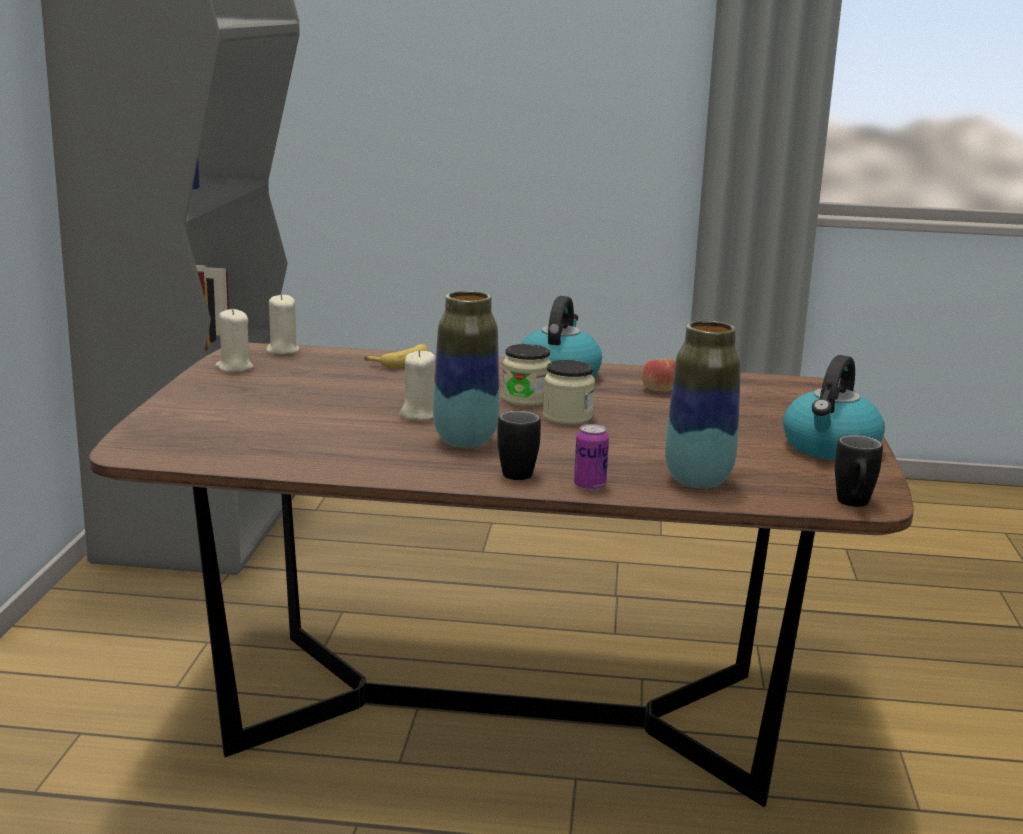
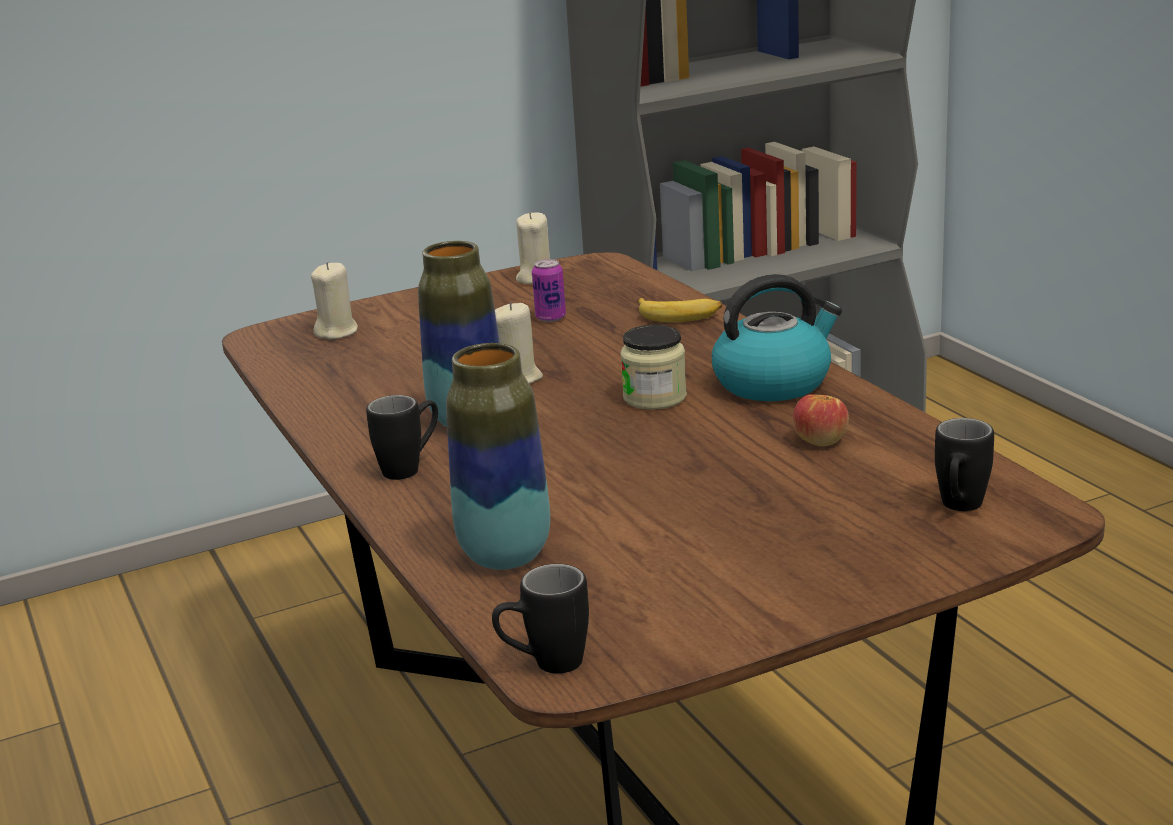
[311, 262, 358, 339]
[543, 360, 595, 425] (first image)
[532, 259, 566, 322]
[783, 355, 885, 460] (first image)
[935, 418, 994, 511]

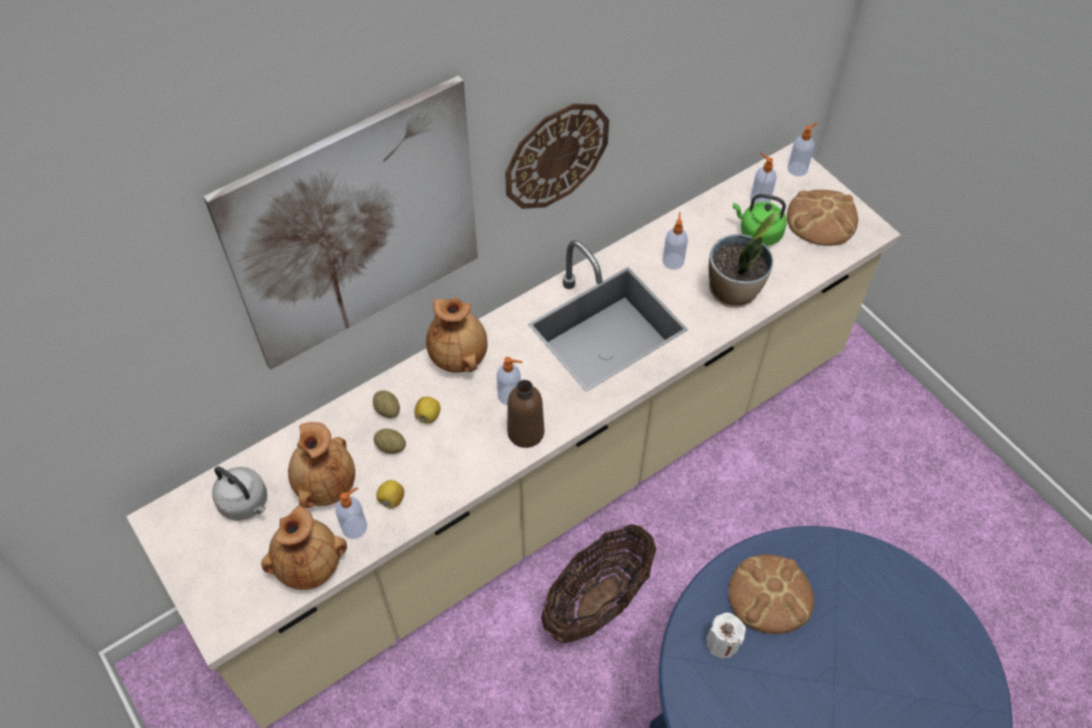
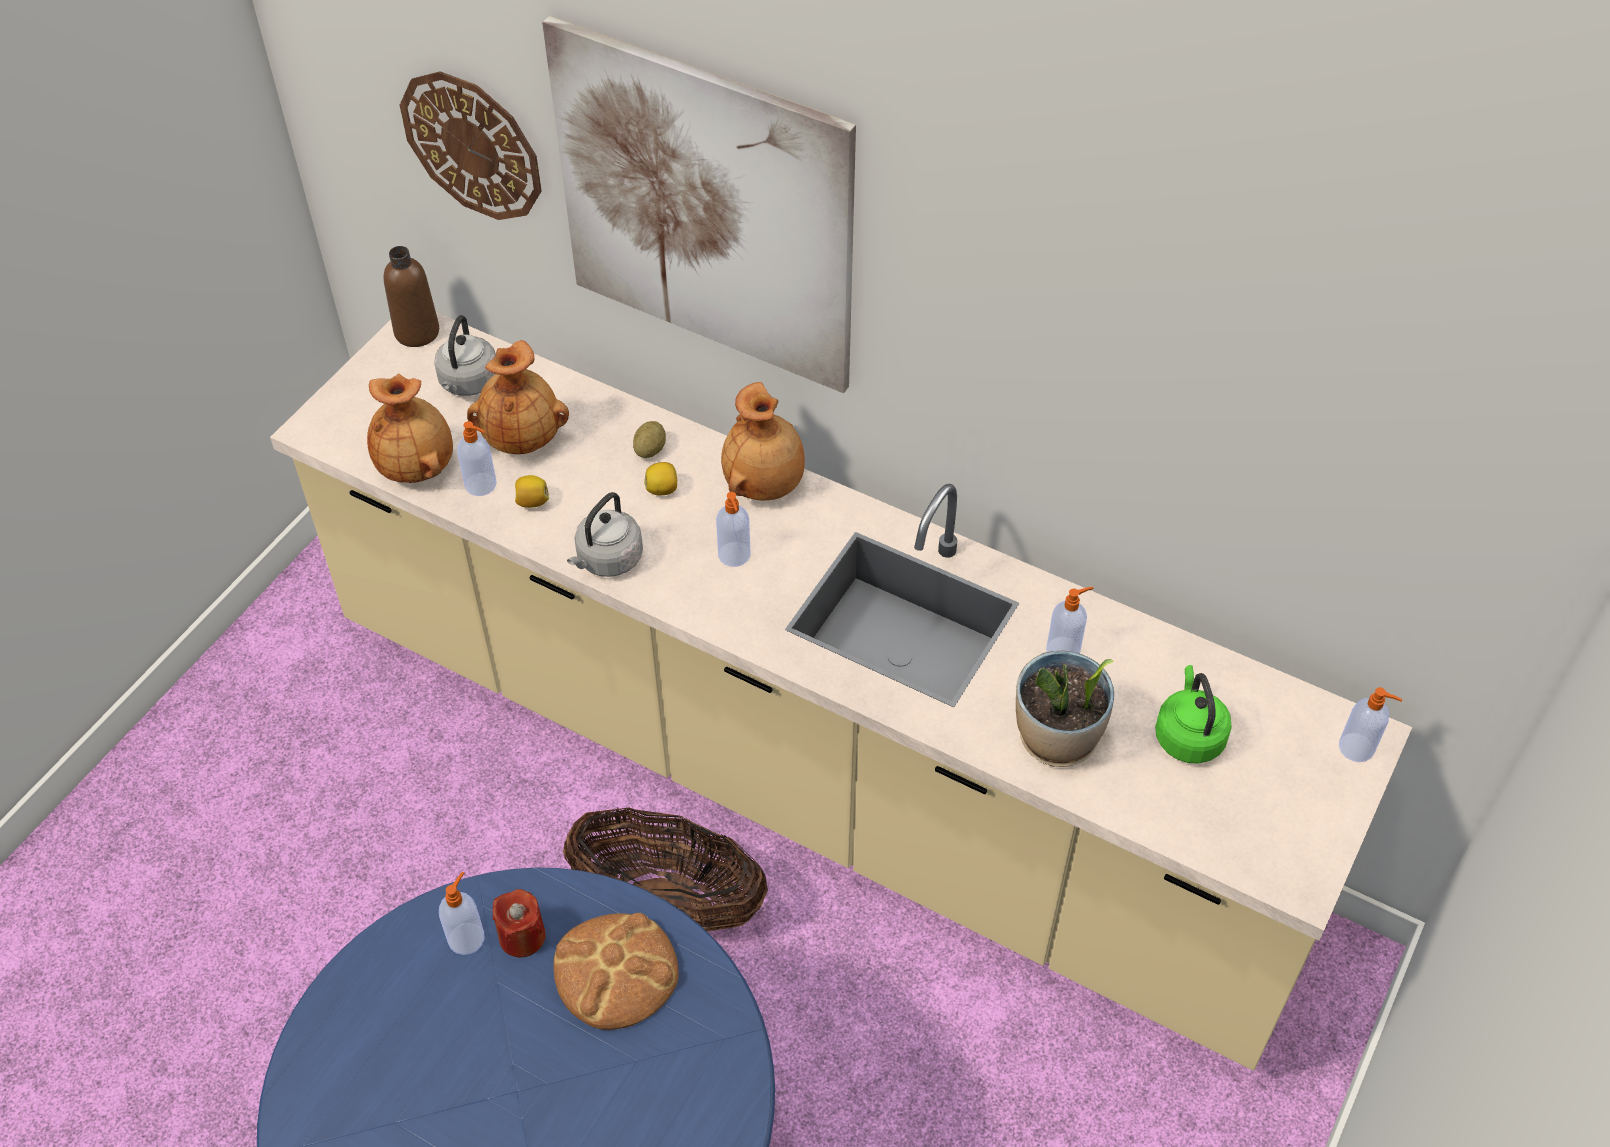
[374, 429, 406, 454] (first image)
[400, 71, 542, 220]
[384, 246, 439, 347]
[493, 889, 546, 957]
[439, 871, 484, 955]
[787, 190, 858, 246] (first image)
[567, 492, 643, 577]

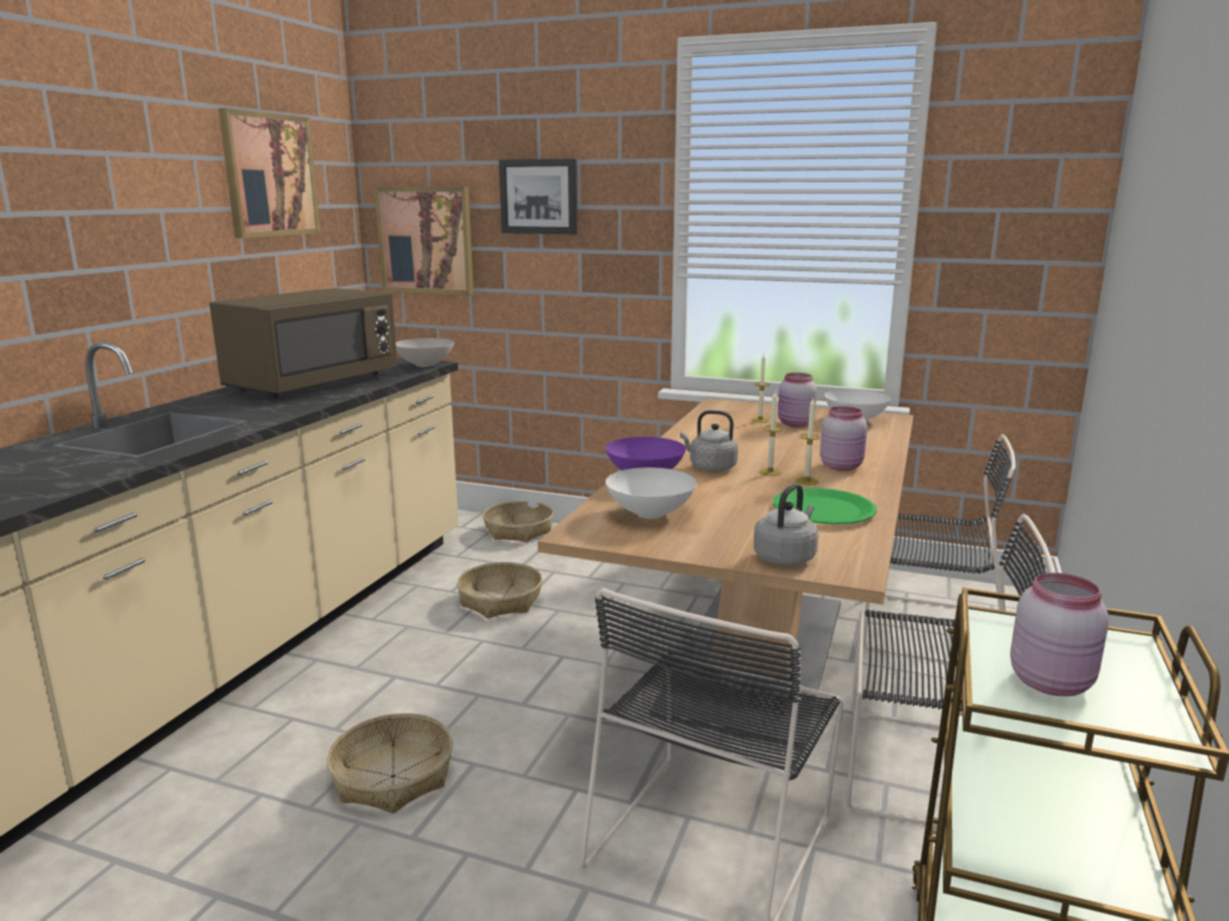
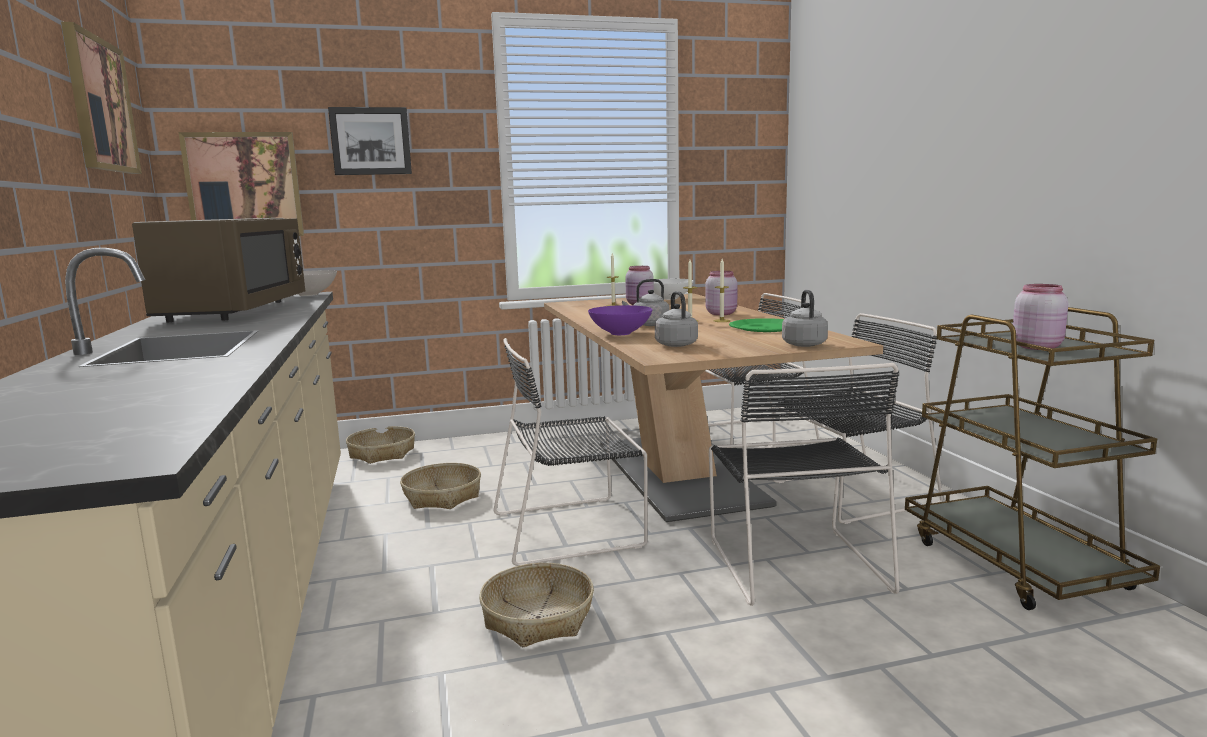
[655, 291, 698, 347]
[493, 338, 648, 566]

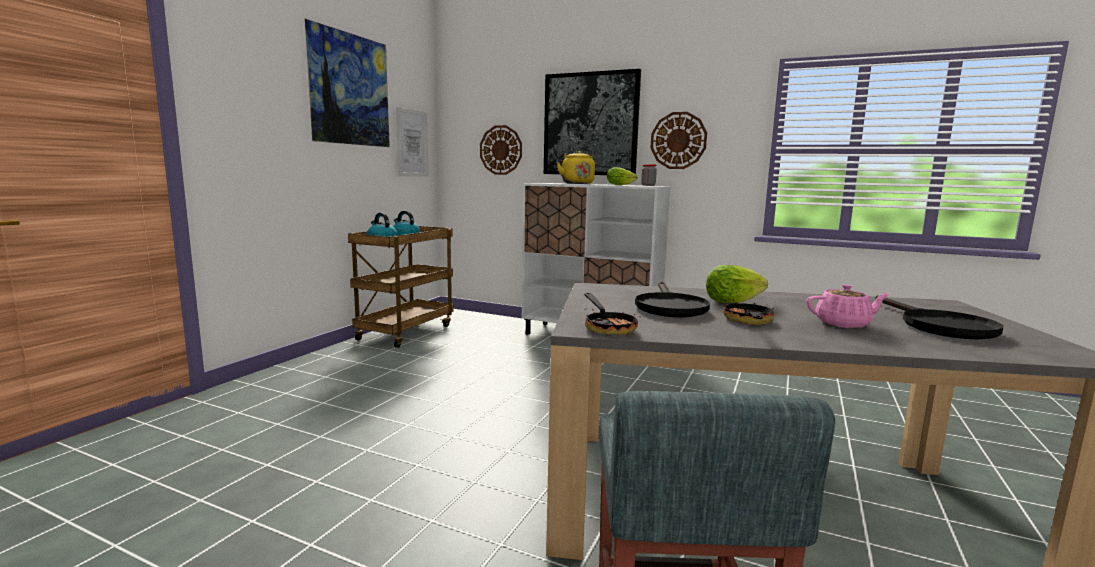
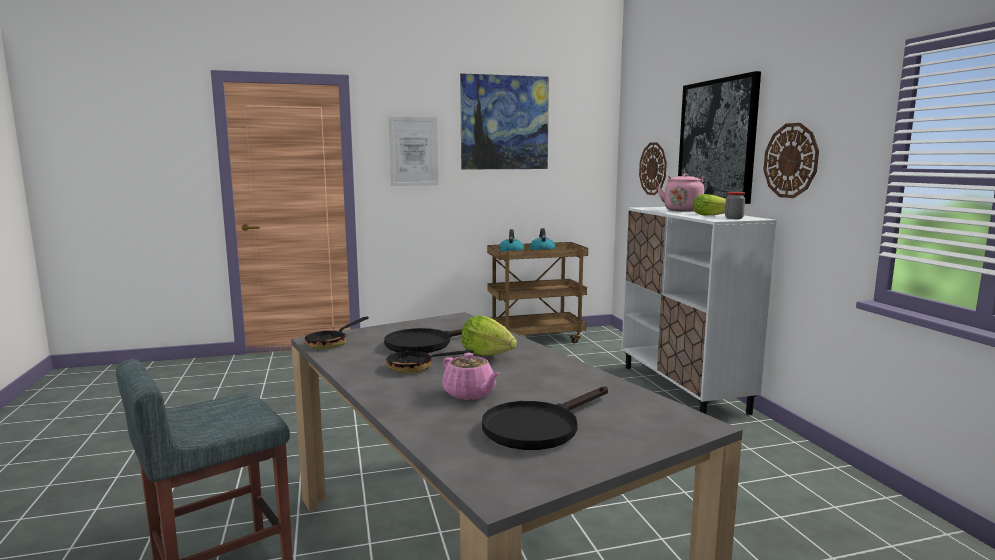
[389, 117, 438, 186]
[657, 173, 707, 212]
[385, 347, 474, 373]

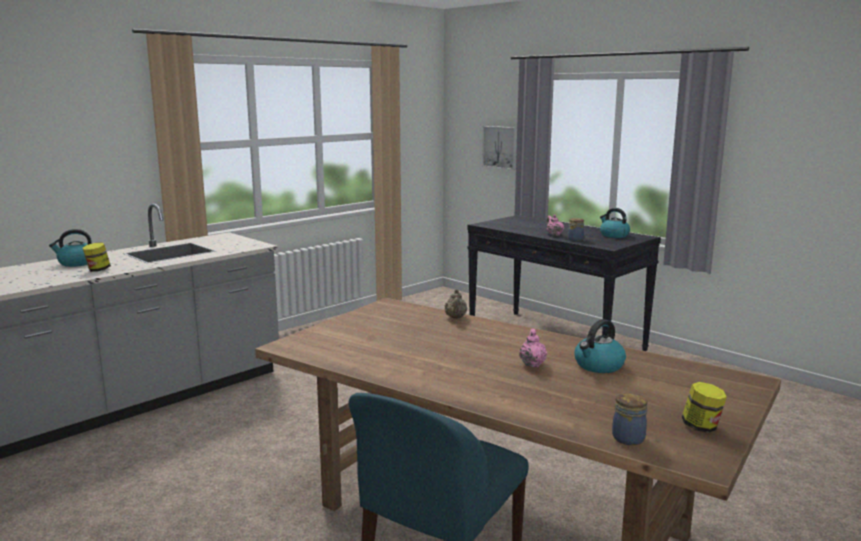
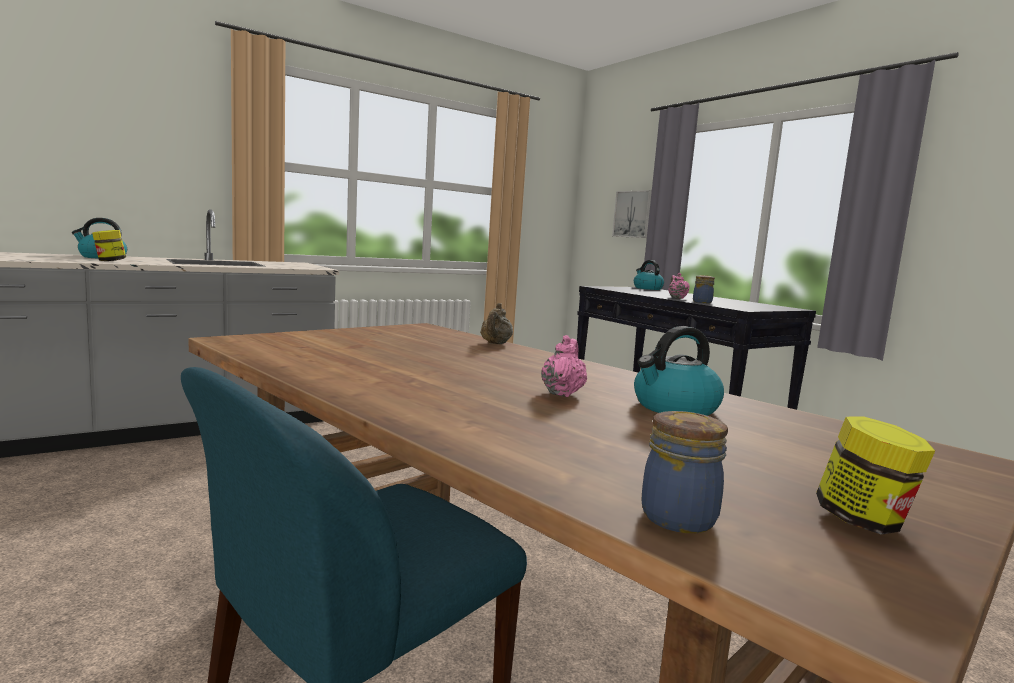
[634, 260, 664, 290]

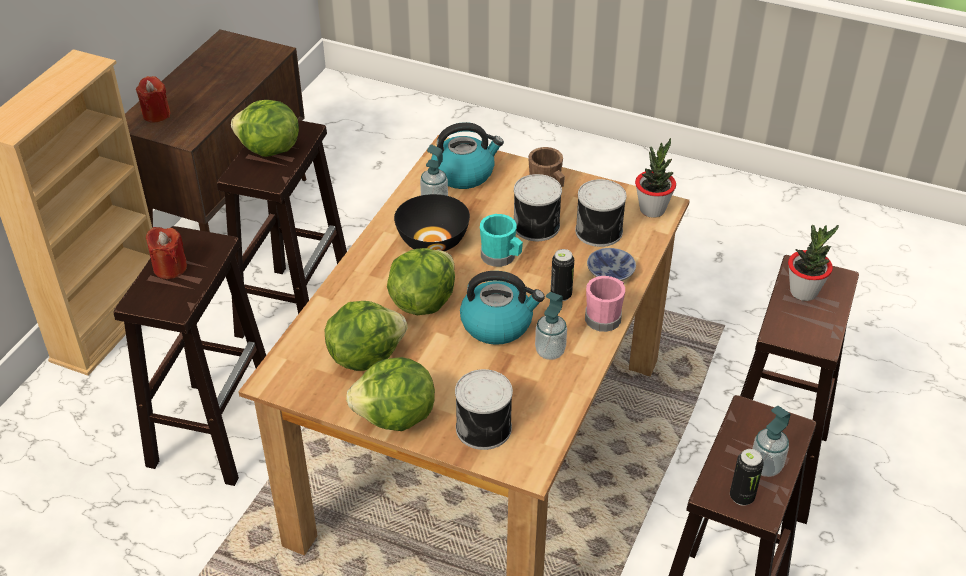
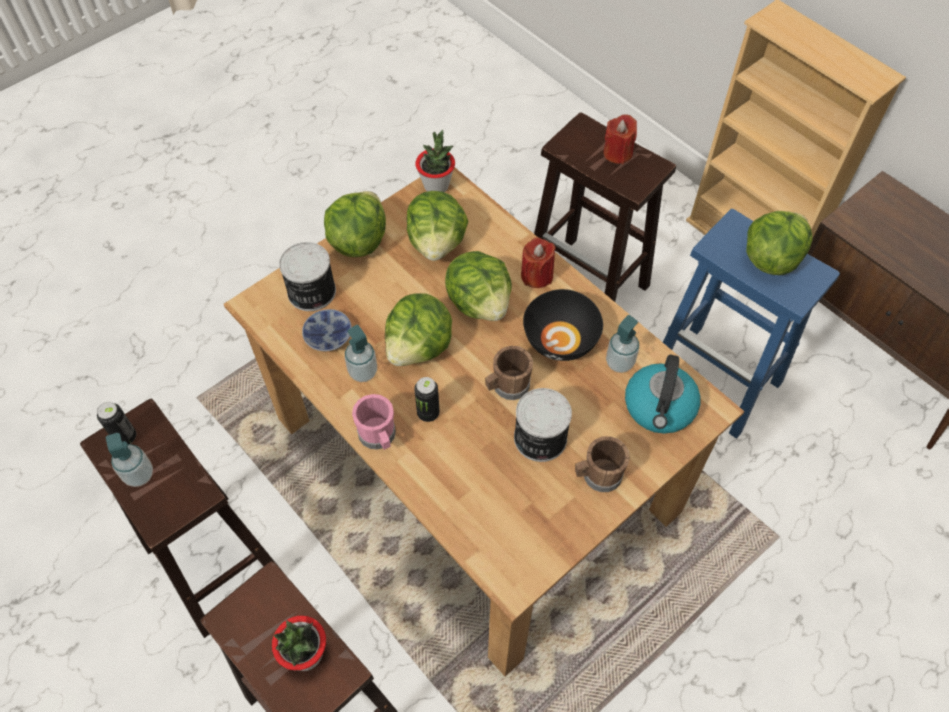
[521, 238, 556, 288]
[663, 209, 840, 439]
[385, 293, 452, 366]
[485, 346, 533, 400]
[575, 179, 626, 247] (first image)
[302, 309, 352, 351]
[415, 130, 455, 192]

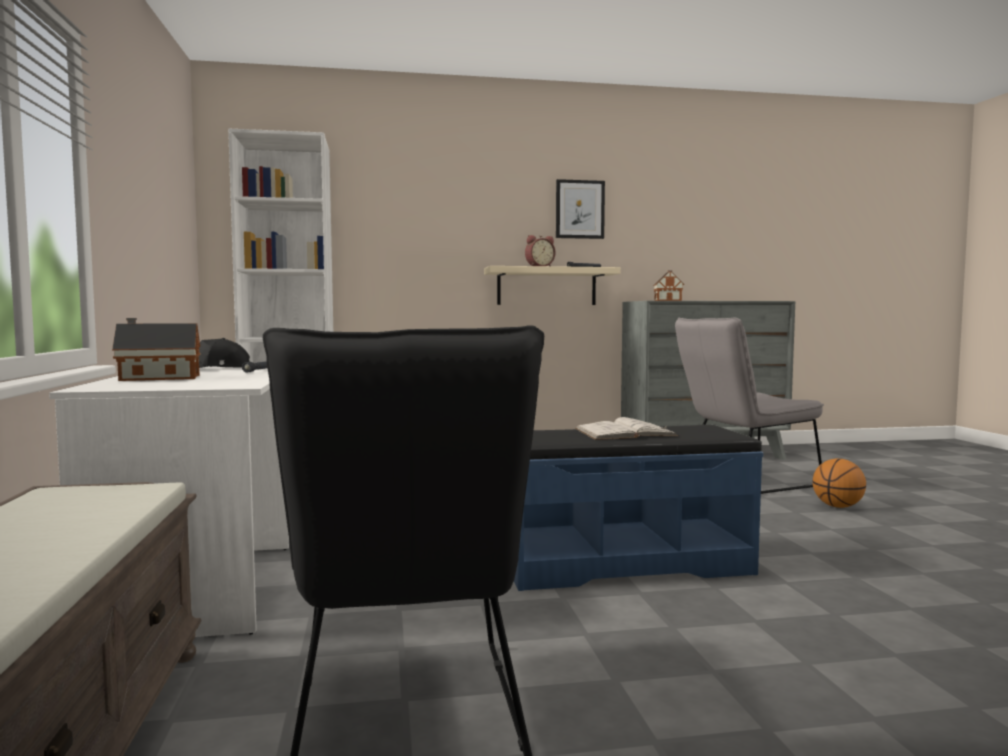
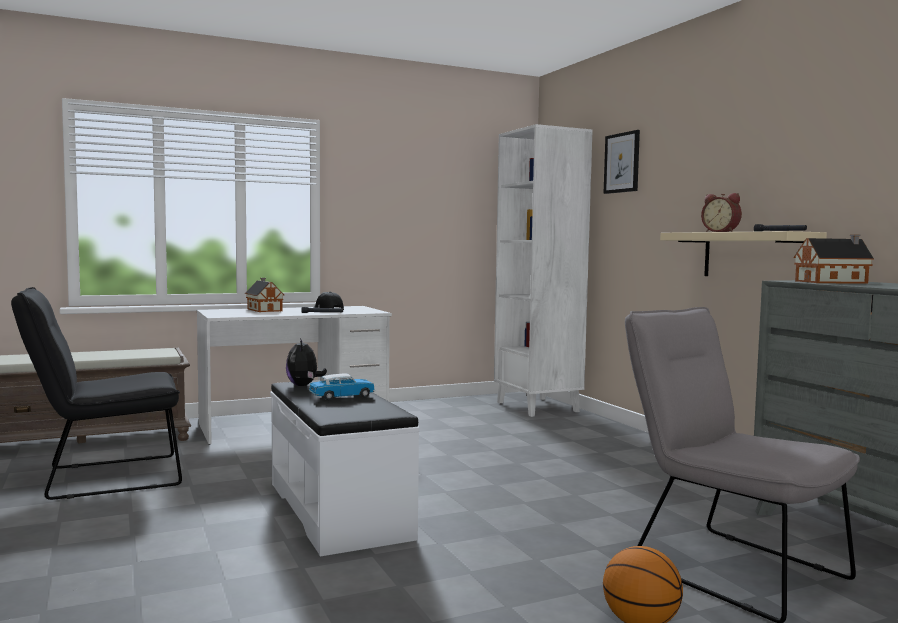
[270, 378, 419, 557]
[603, 130, 640, 194]
[309, 373, 375, 400]
[286, 338, 327, 386]

